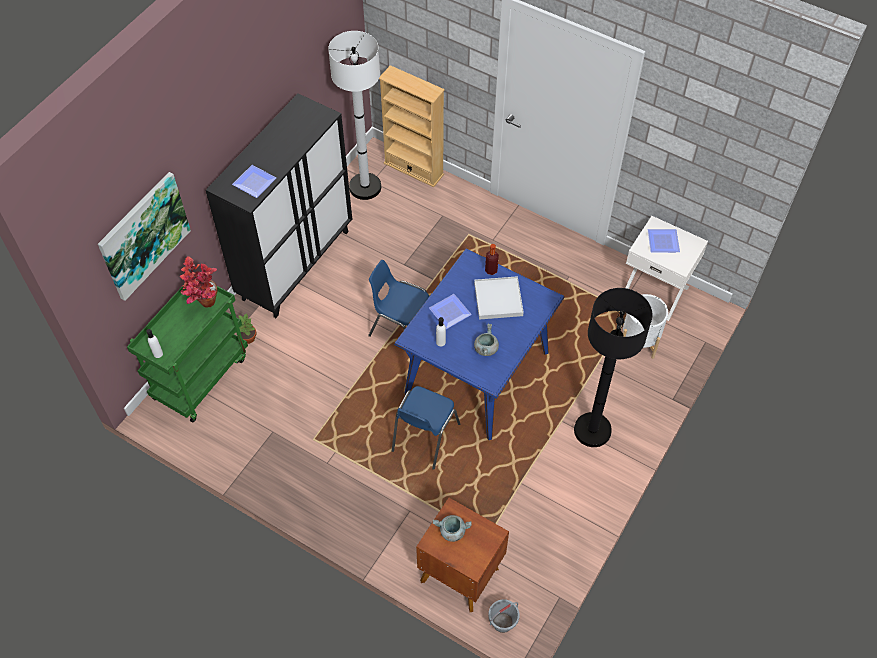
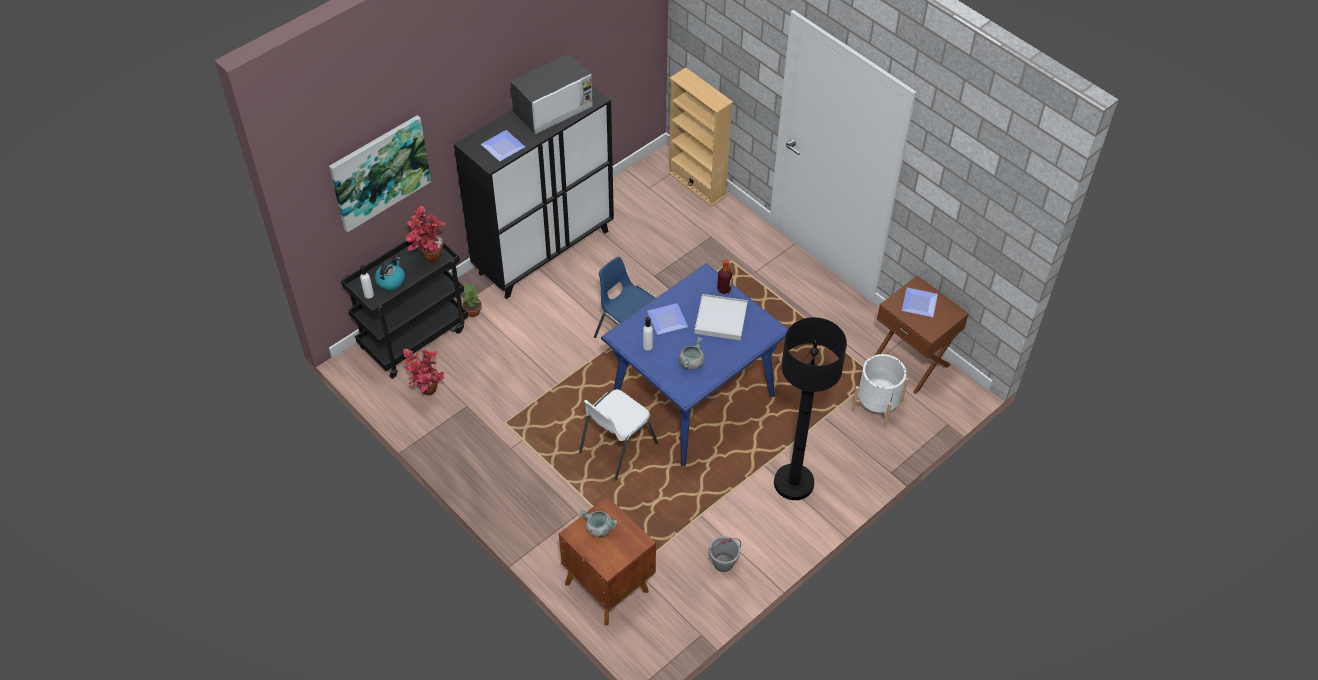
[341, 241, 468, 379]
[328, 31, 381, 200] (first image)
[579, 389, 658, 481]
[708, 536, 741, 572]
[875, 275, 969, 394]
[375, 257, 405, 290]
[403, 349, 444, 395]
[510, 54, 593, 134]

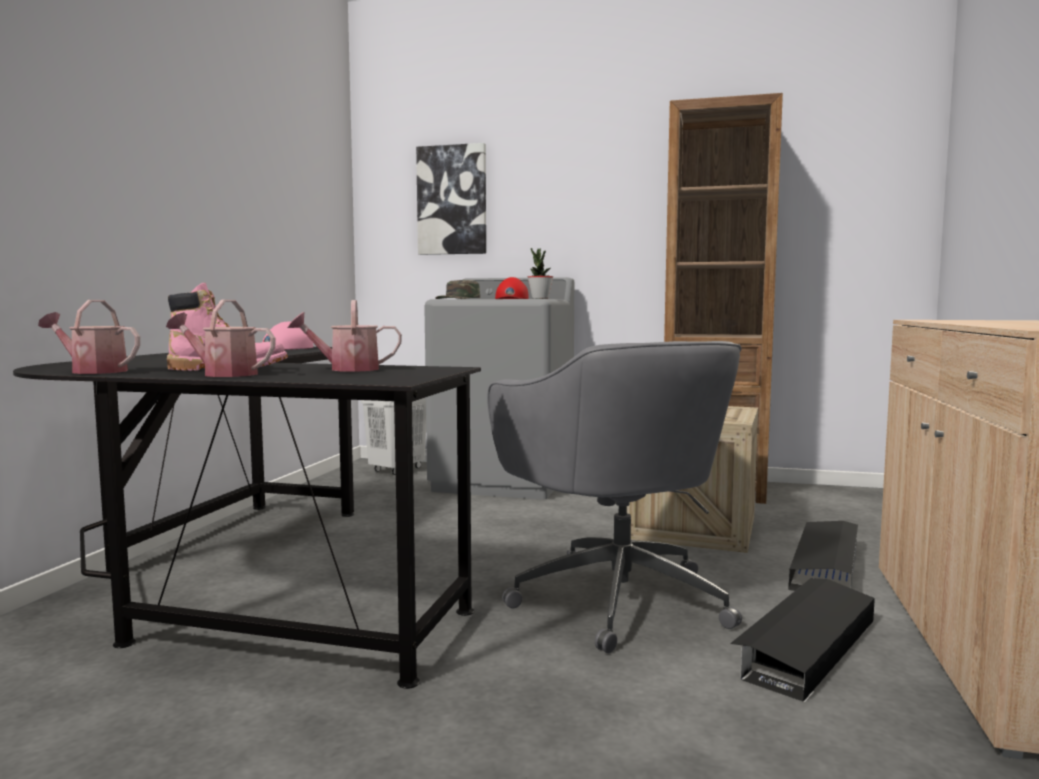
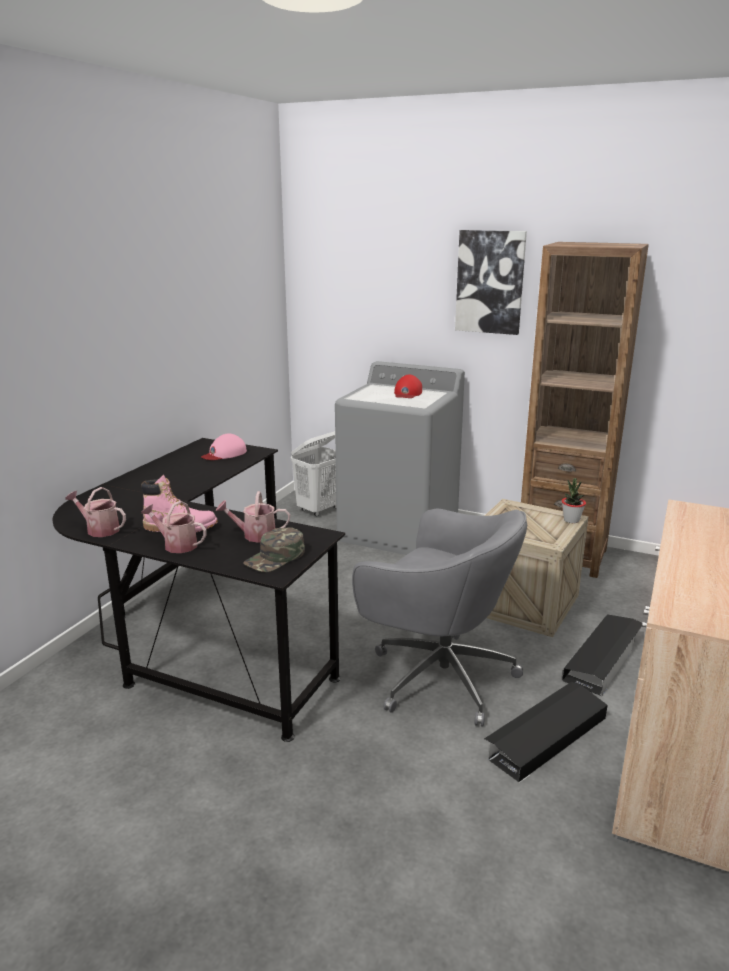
[455, 230, 527, 335]
[243, 527, 305, 572]
[352, 509, 527, 727]
[562, 478, 586, 523]

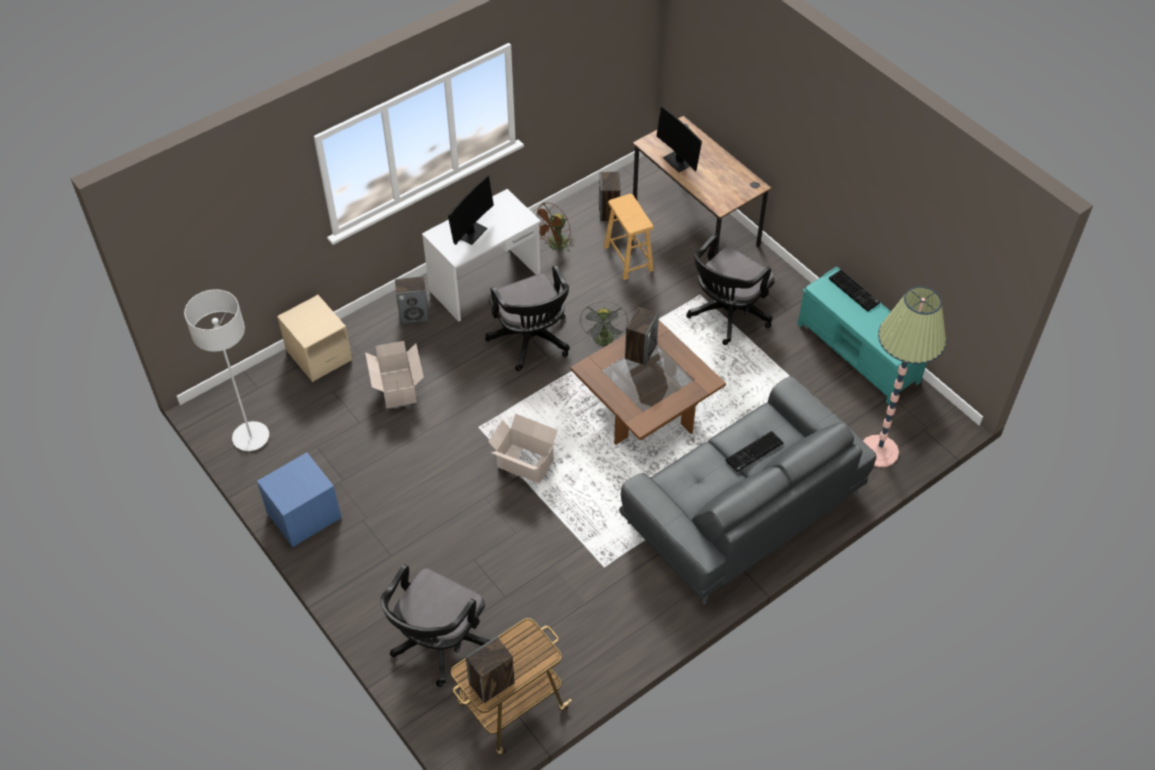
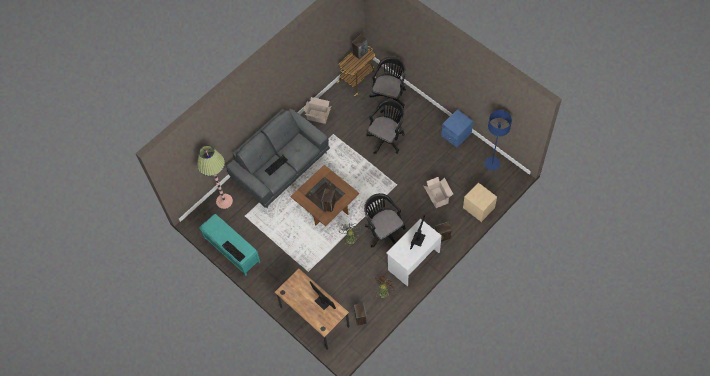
[484, 110, 512, 171]
[304, 97, 331, 124]
[604, 194, 654, 280] (first image)
[366, 99, 405, 154]

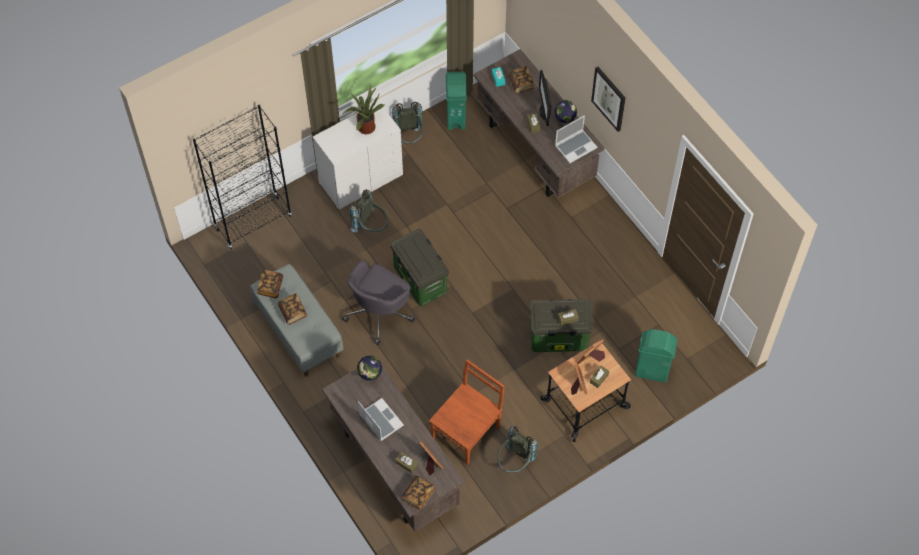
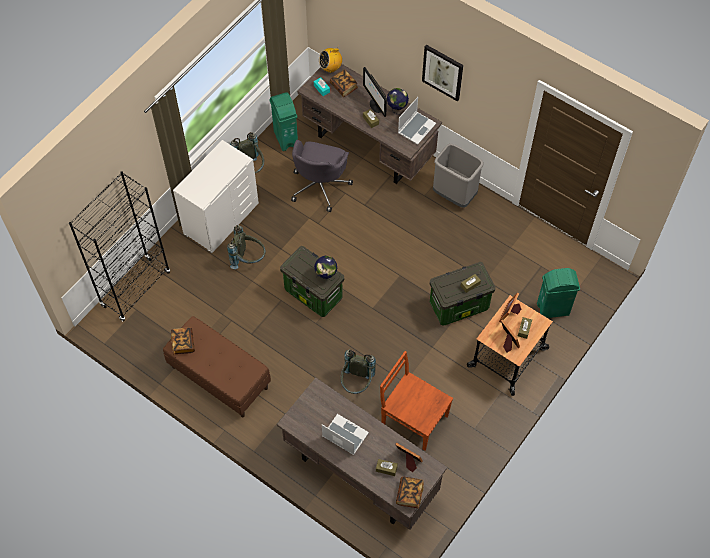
[163, 316, 271, 417]
[278, 293, 307, 325] (first image)
[291, 140, 353, 212]
[343, 85, 384, 134] (first image)
[314, 256, 337, 280]
[380, 351, 453, 451]
[341, 349, 376, 394]
[319, 48, 342, 73]
[433, 143, 484, 208]

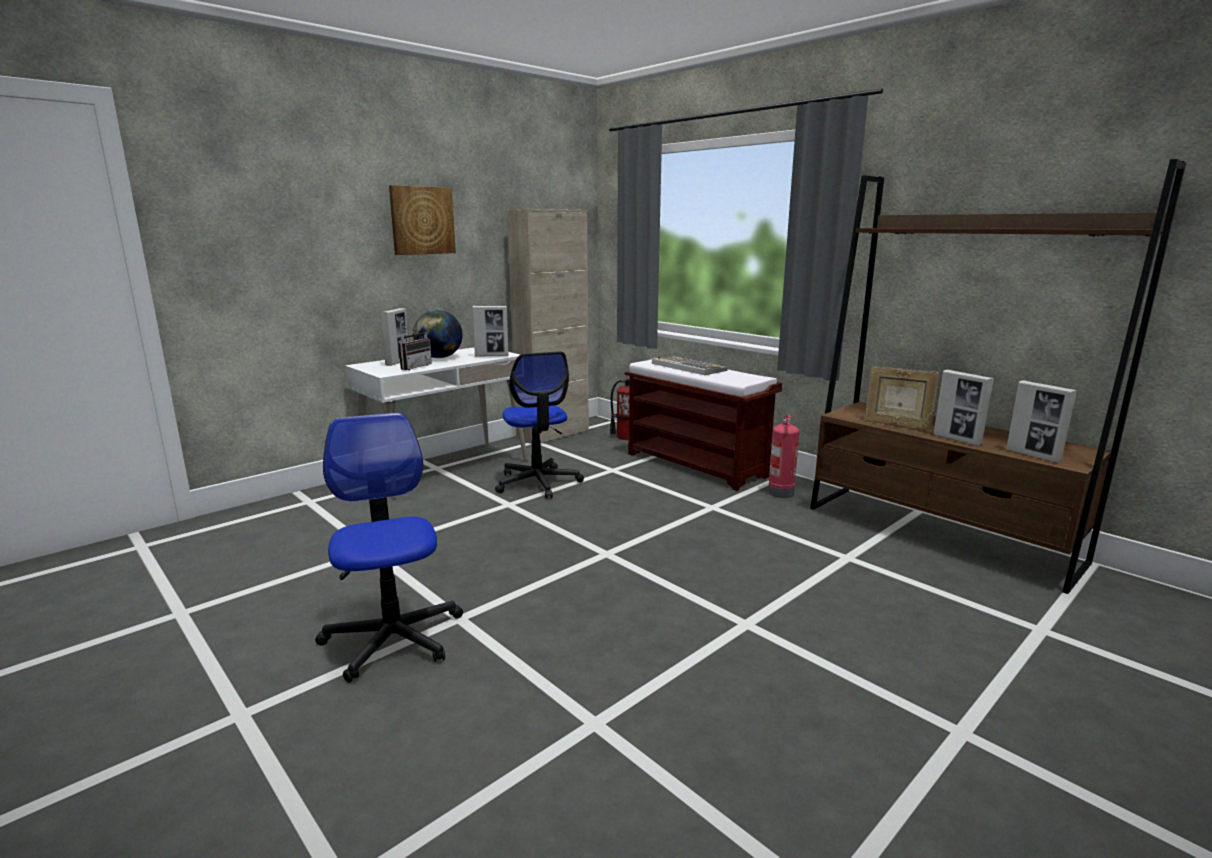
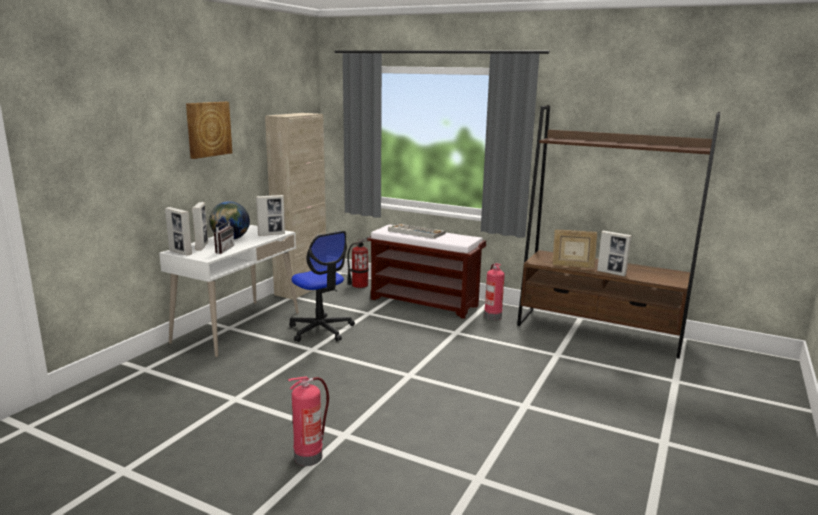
[288, 376, 329, 466]
[165, 207, 192, 256]

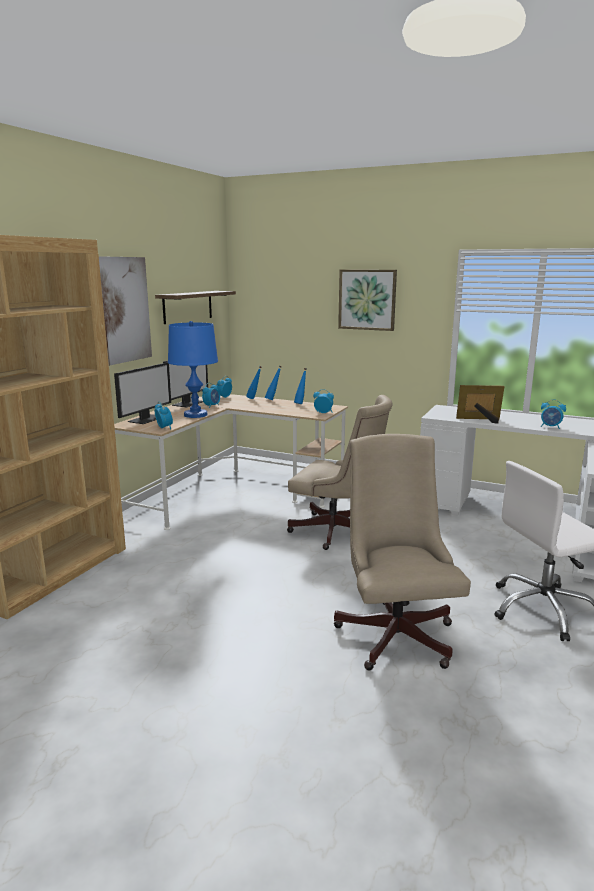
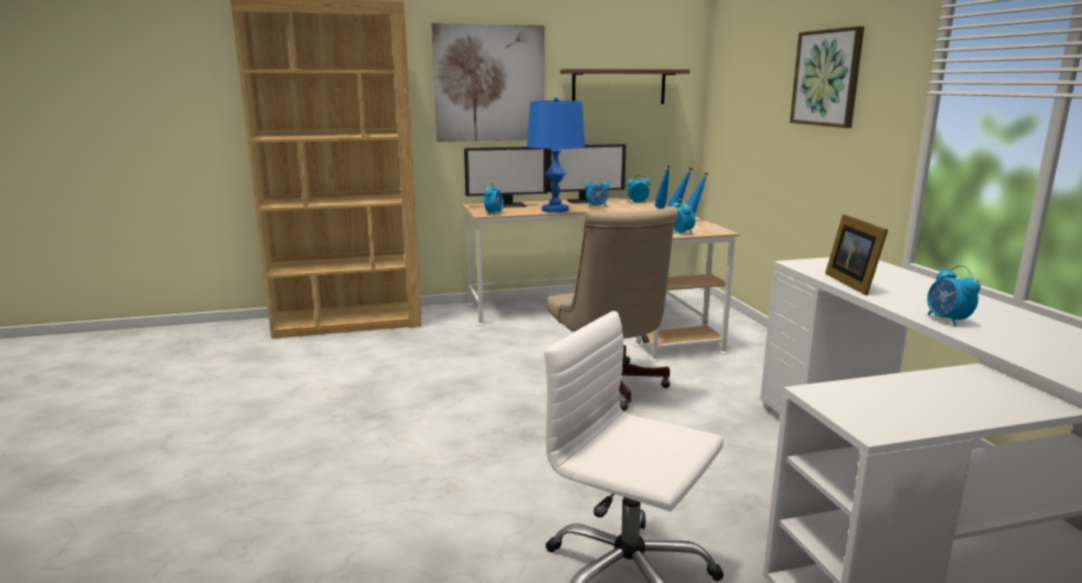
[334, 434, 471, 670] (first image)
[825, 214, 888, 296]

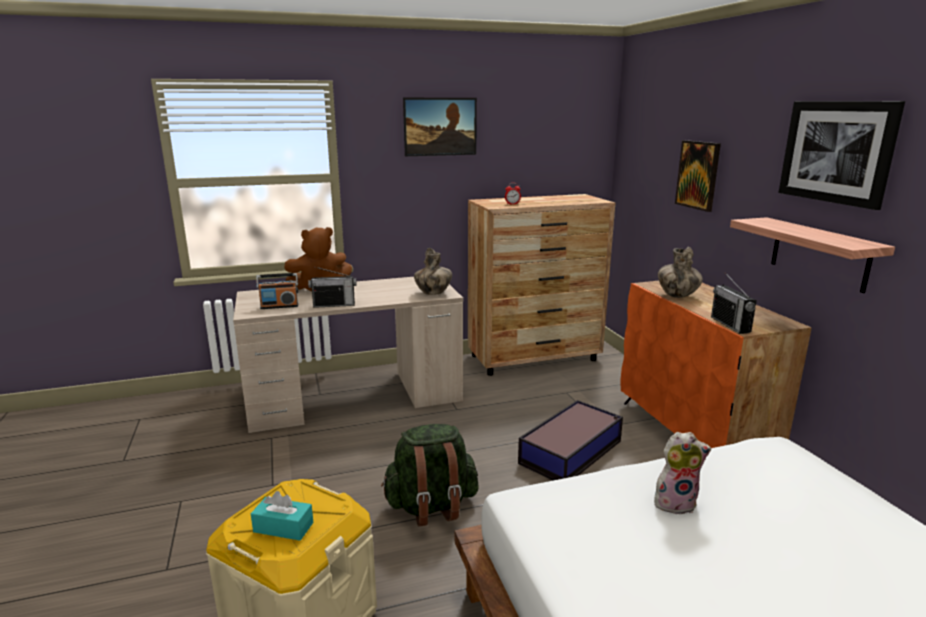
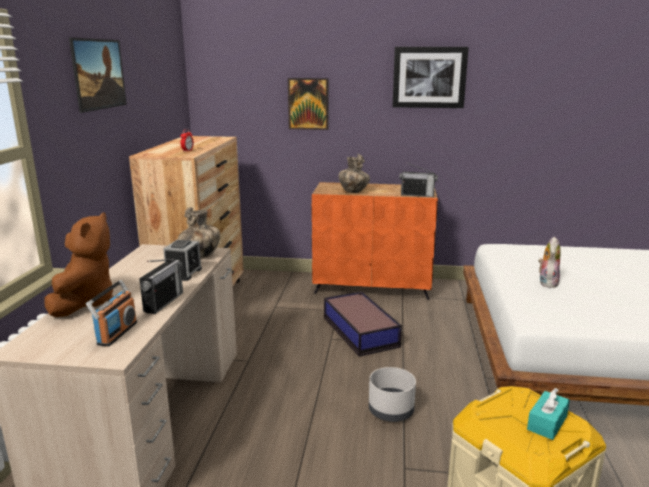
[369, 367, 416, 422]
[730, 217, 895, 293] (first image)
[163, 240, 202, 281]

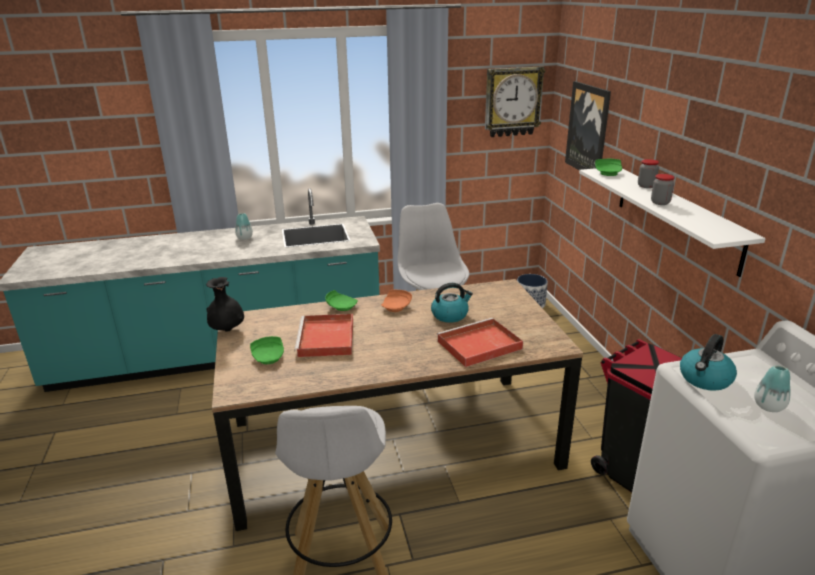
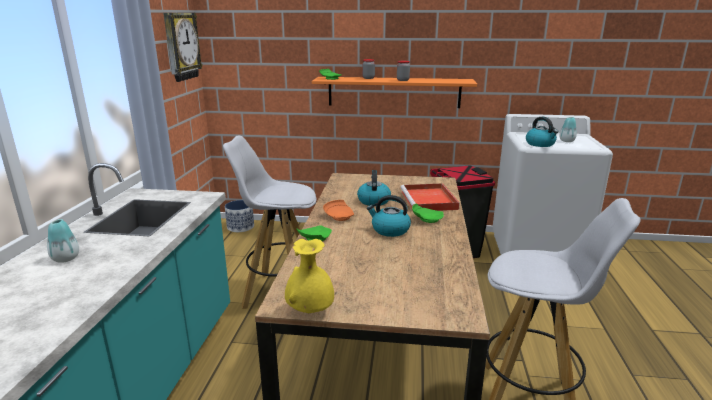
[285, 239, 334, 313]
[412, 203, 444, 223]
[294, 314, 353, 357] (first image)
[565, 81, 611, 170] (first image)
[312, 77, 477, 108]
[367, 195, 411, 237]

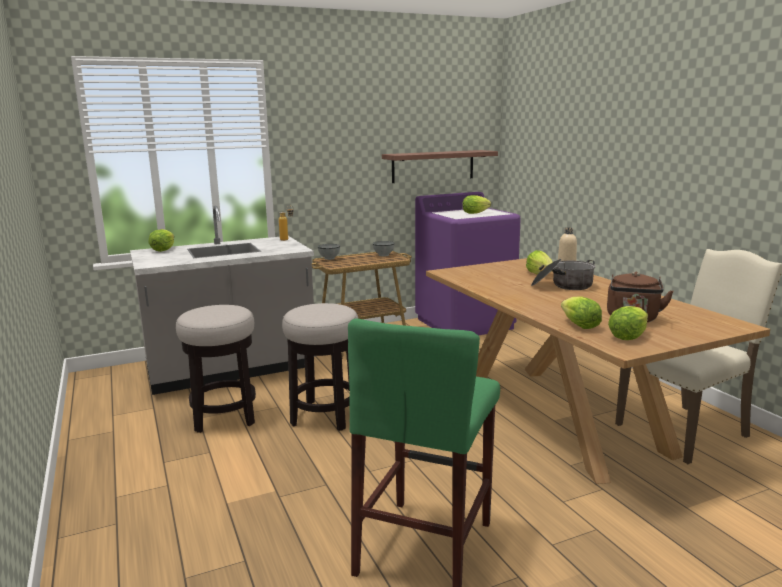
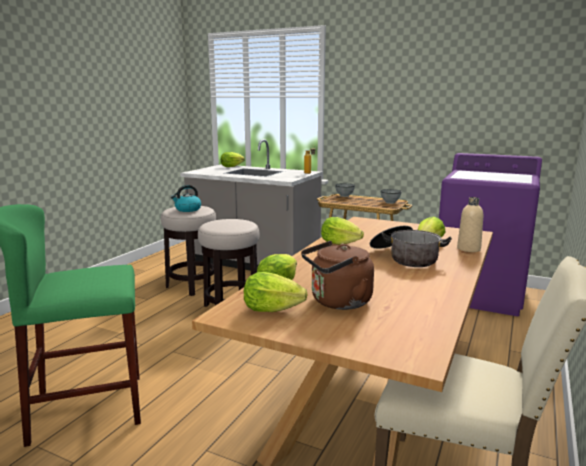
[382, 150, 498, 183] (first image)
[321, 217, 364, 245]
[171, 185, 201, 212]

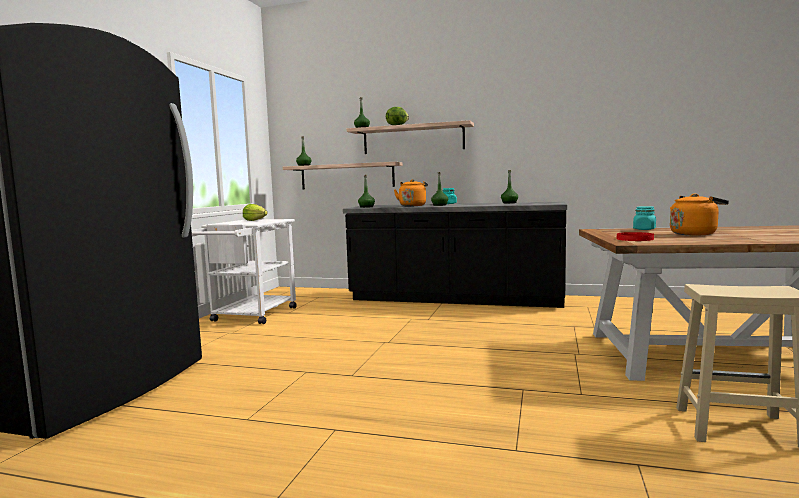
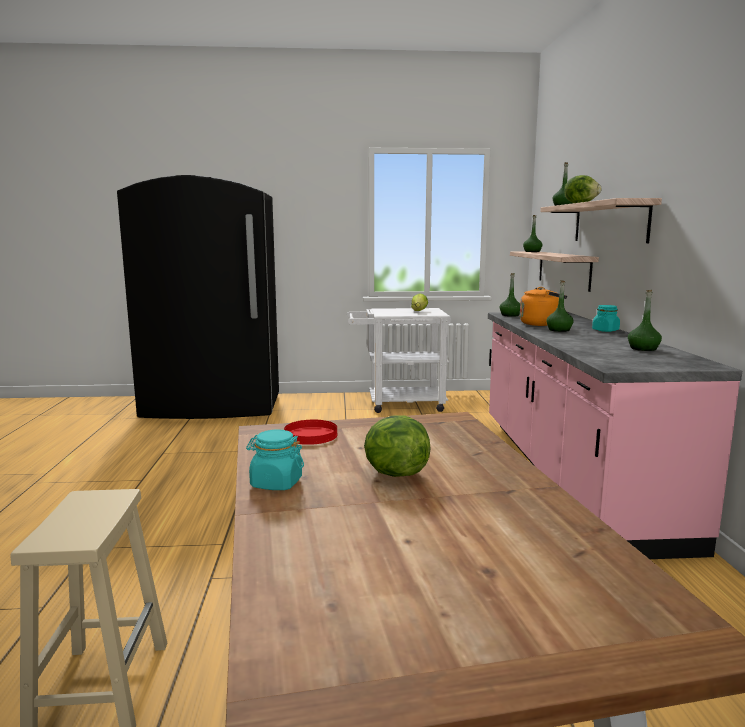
[488, 312, 742, 559]
[246, 430, 304, 490]
[364, 415, 431, 477]

